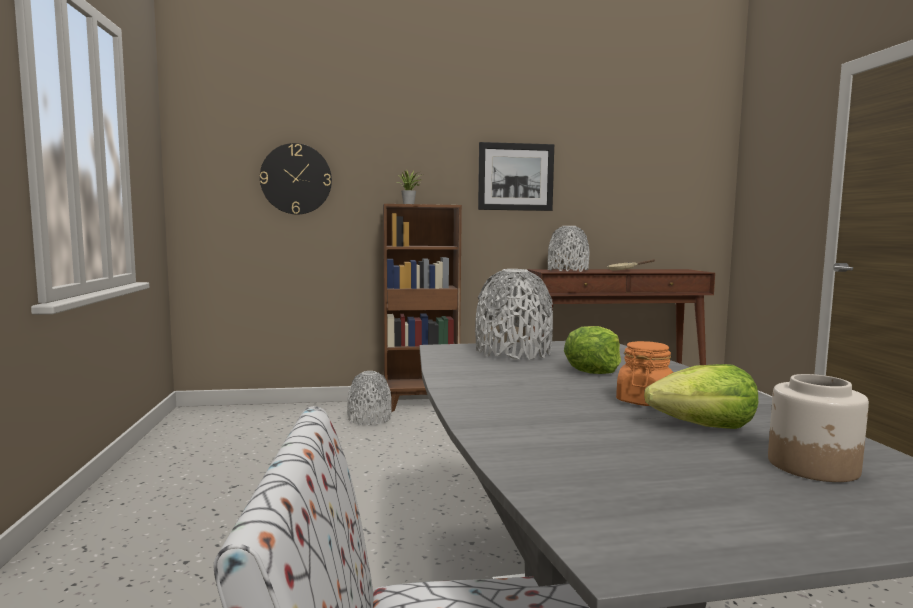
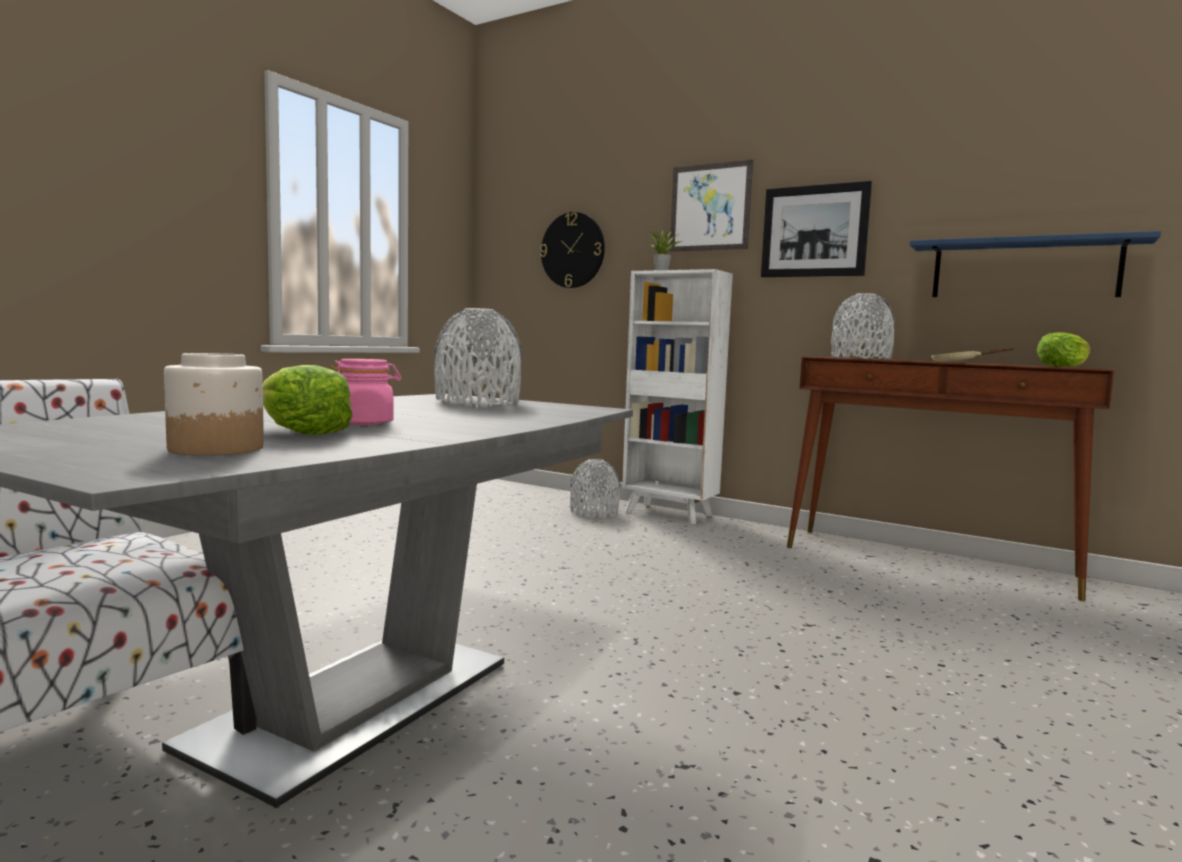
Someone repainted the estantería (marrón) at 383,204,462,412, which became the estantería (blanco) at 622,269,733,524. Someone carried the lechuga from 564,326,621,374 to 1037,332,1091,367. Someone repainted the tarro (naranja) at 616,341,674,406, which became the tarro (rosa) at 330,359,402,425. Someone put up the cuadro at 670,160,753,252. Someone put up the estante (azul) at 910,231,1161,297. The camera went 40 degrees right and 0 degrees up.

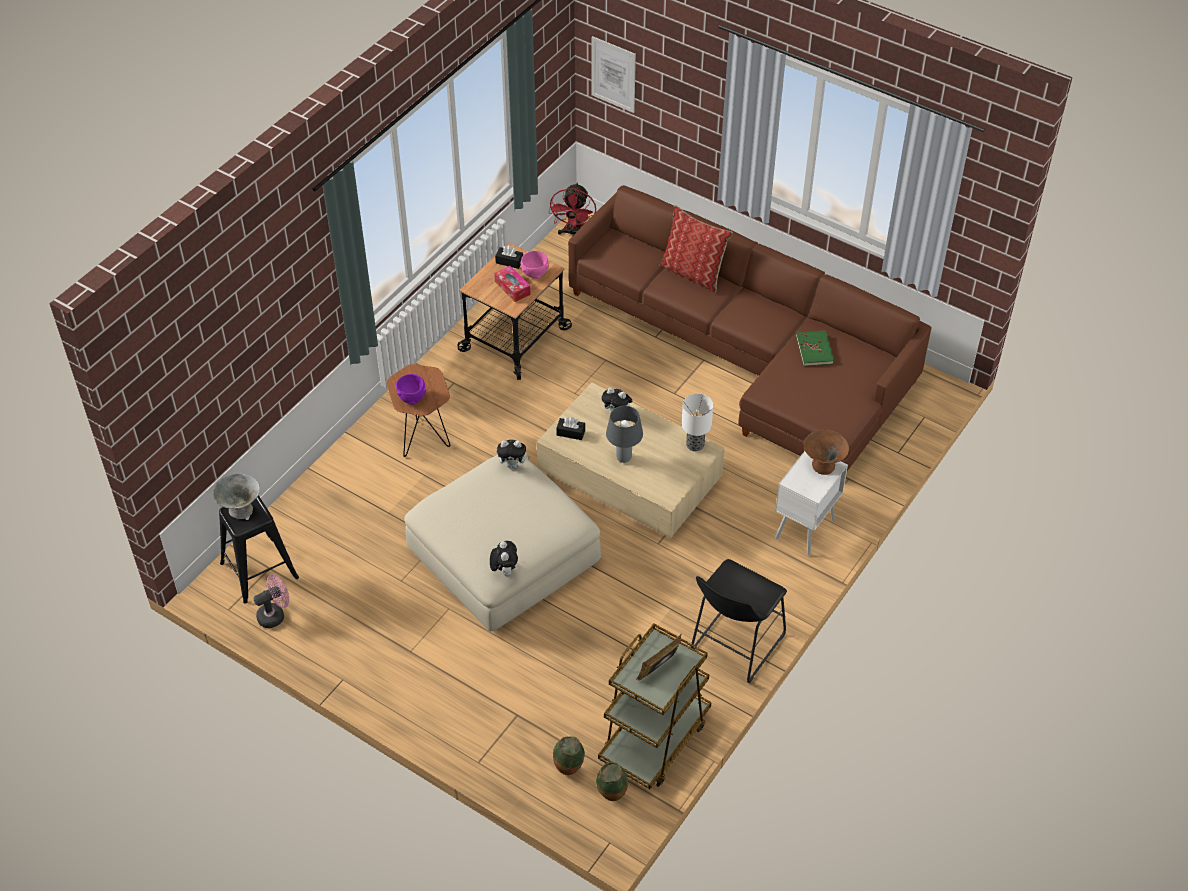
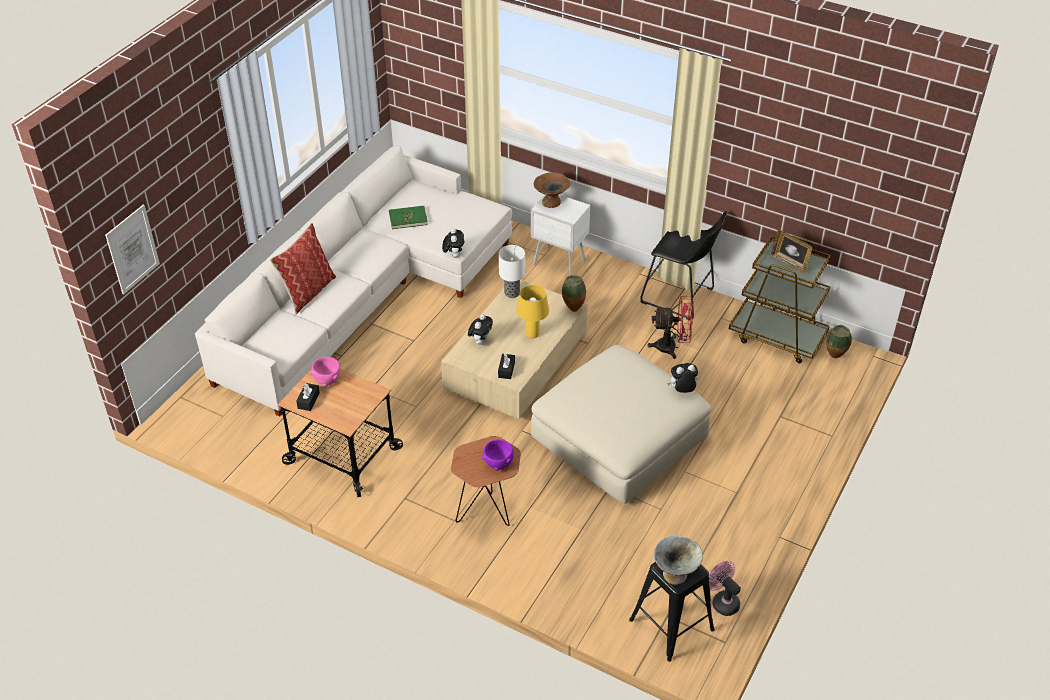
Someone carried the ventilador (rojo) from 549,183,596,235 to 647,296,693,359. Someone repainted the sofá (marrón) at 568,185,932,471, which became the sofá (blanco) at 195,145,512,417. Someone took away the caja de pañuelos at 494,266,531,302. Someone repainted the lámpara de mesa (gris) at 606,406,643,463, which became the lámpara de mesa (amarillo) at 516,285,549,338. Someone carried the peluche from 497,440,531,468 to 442,228,464,258. Someone carried the florero from 553,737,585,775 to 562,275,586,312. The camera went 95 degrees left and 5 degrees down.

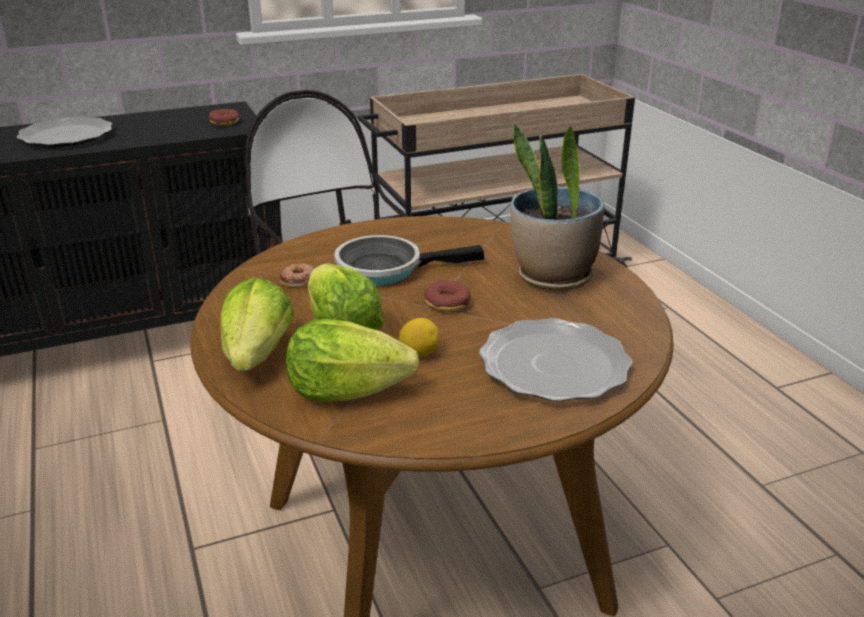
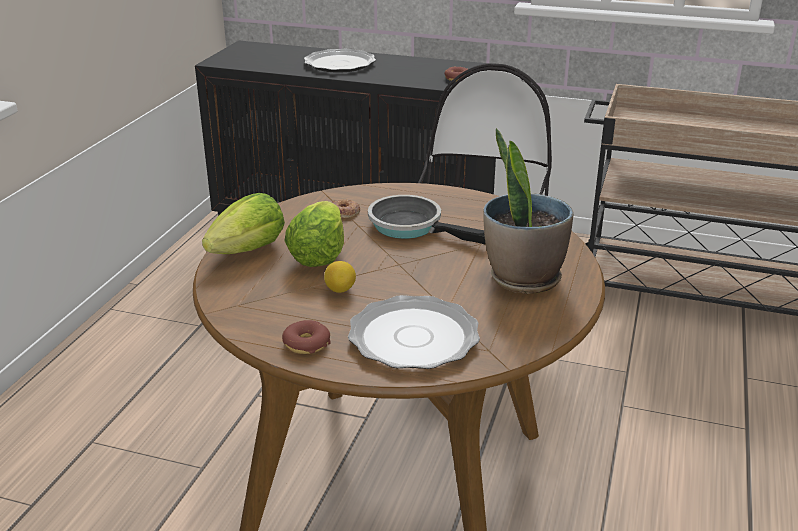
Someone carried the rosquilla from 424,280,471,312 to 282,320,331,354. Someone took away the lechuga at 286,319,419,402. The camera went 40 degrees right and 0 degrees up.

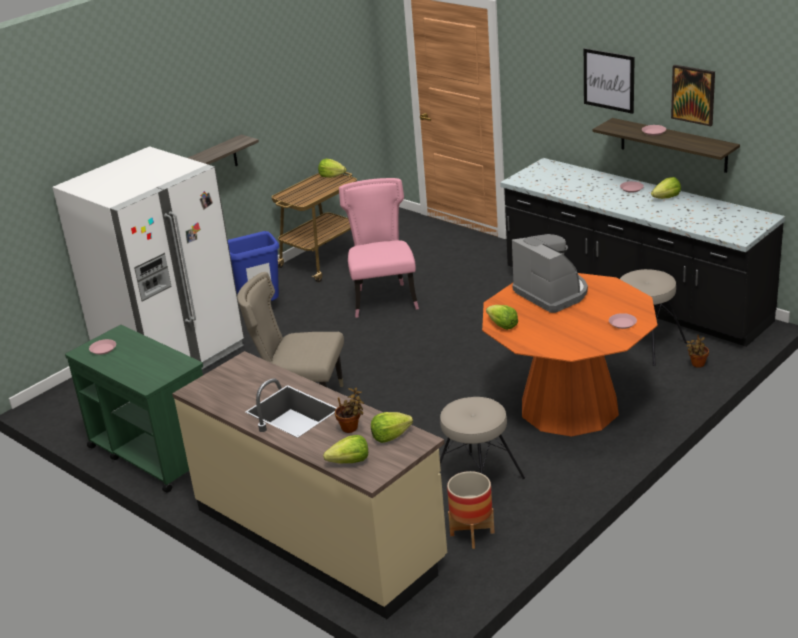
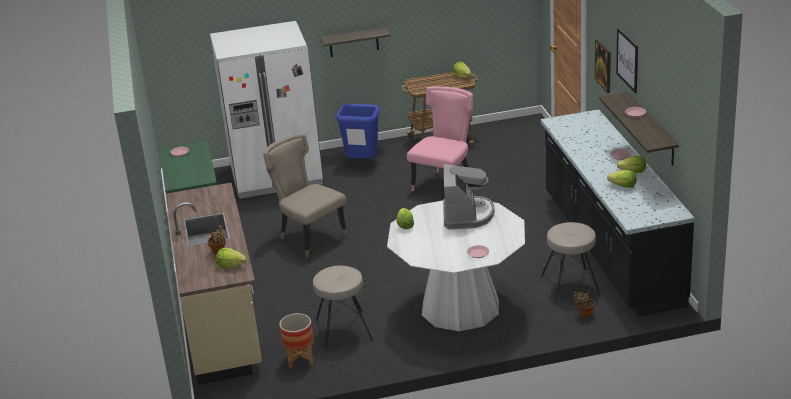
Someone carried the cuadro from 671,65,715,126 to 595,39,611,93. Someone repainted the mesa de comedor (naranja) at 482,273,658,437, which became the mesa de comedor (blanco) at 387,200,525,331. Someone carried the lechuga from 323,435,368,463 to 607,170,637,188. The camera went 35 degrees right and 0 degrees up.

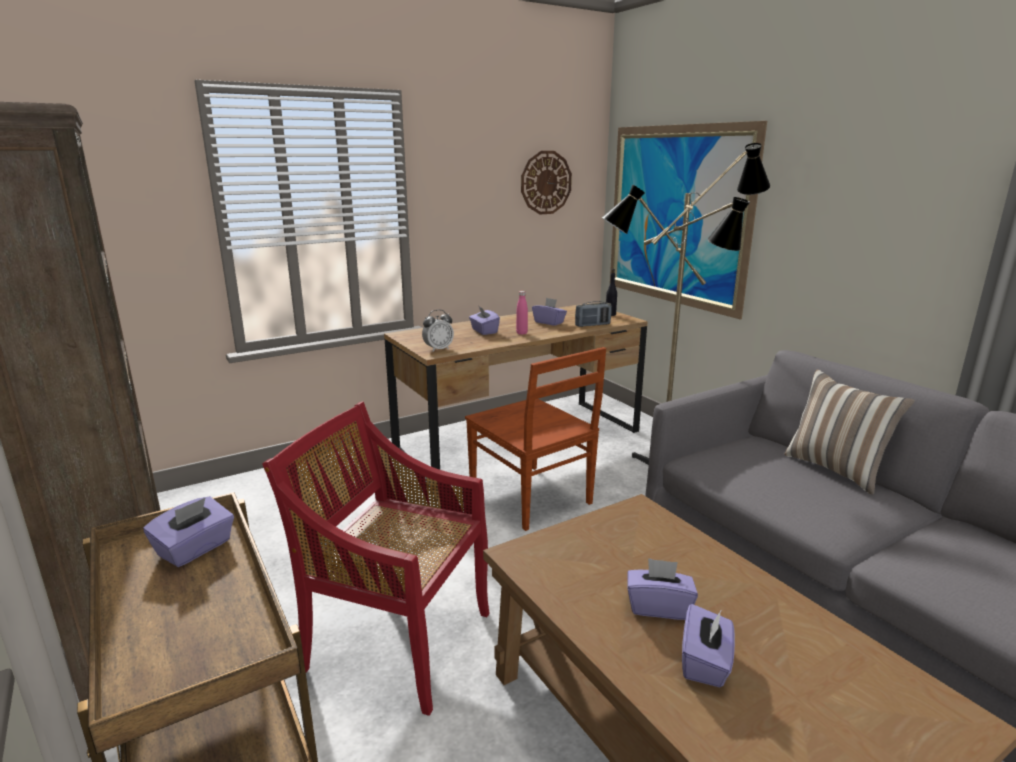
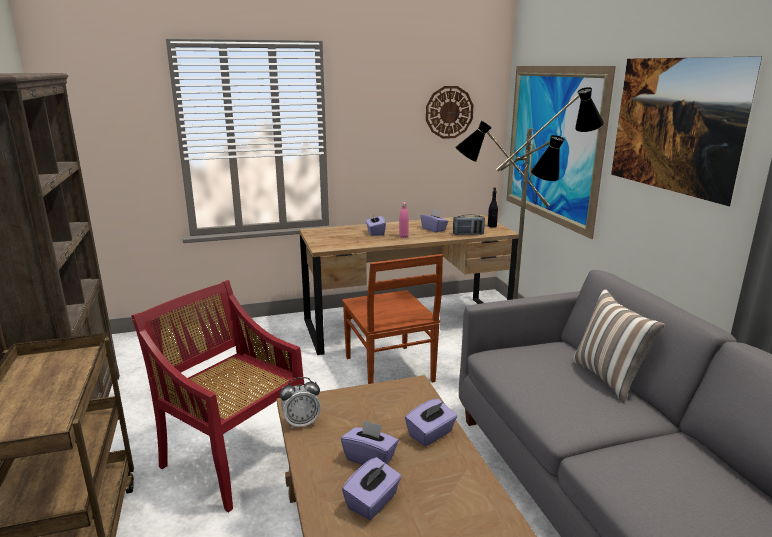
Someone carried the despertador from 422,310,454,352 to 280,377,321,429. Someone carried the caja de pañuelos (morado) from 144,496,234,567 to 405,399,457,446. Someone put up the cuadro at 611,56,762,207. The camera went 15 degrees right and 0 degrees up.

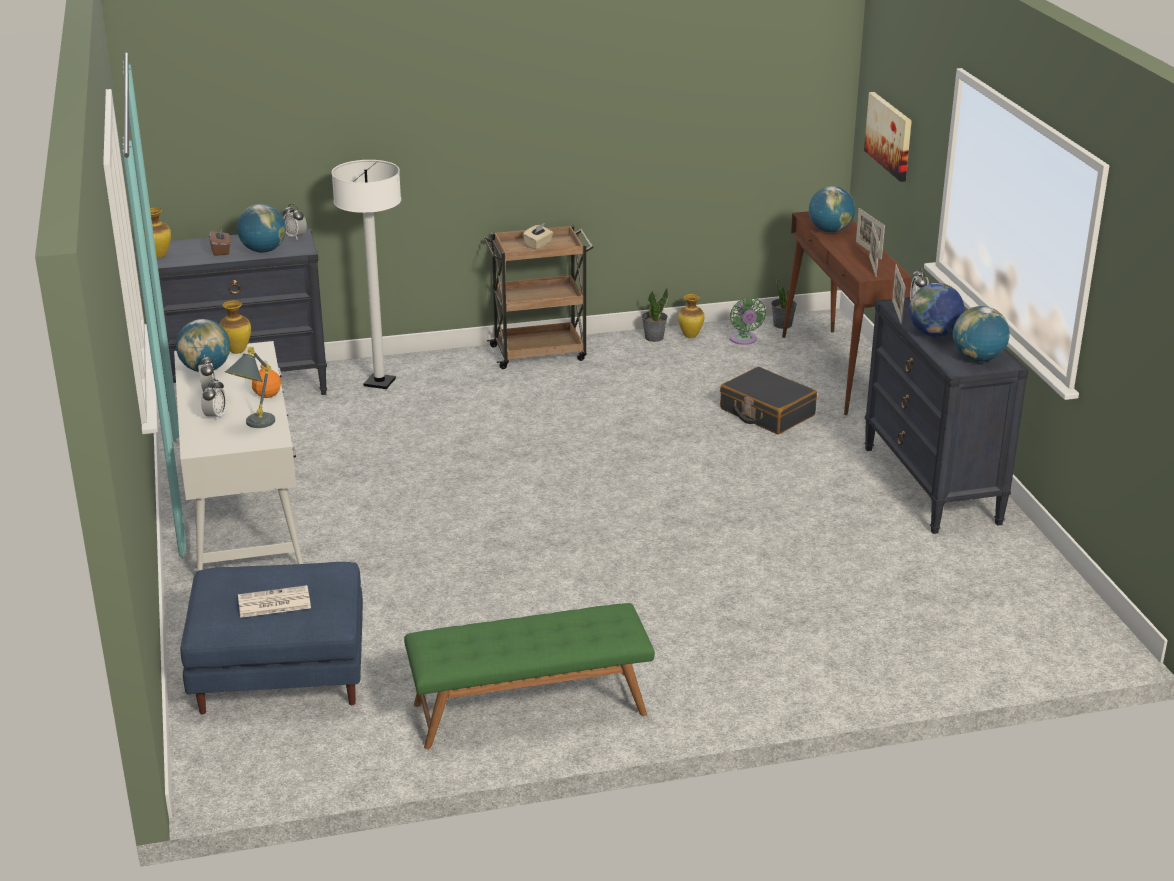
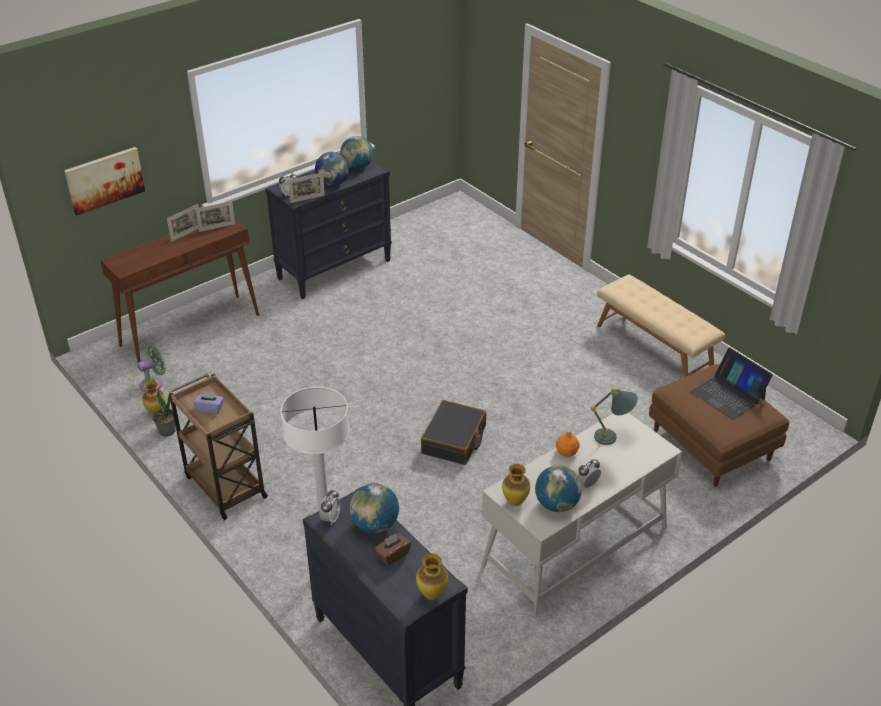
Someone took away the globo terráqueo at 809,186,855,233. Someone repainted the caja de pañuelos (beis) at 523,224,553,250, which became the caja de pañuelos (morado) at 193,391,224,414. Someone took away the planta en maceta at 771,276,797,329. Someone carried the maleta (negro) from 720,367,817,434 to 421,400,486,465. Someone took away the despertador at 201,378,227,421. Someone repainted the puf (azul) at 180,562,363,714, which became the puf (marrón) at 649,364,789,487. Someone swapped the periódico at 238,585,311,618 for the portátil at 691,348,773,420. Someone repainted the banco (verde) at 404,603,655,749, which became the banco (beis) at 597,274,725,377. The camera went 115 degrees left and 10 degrees up.

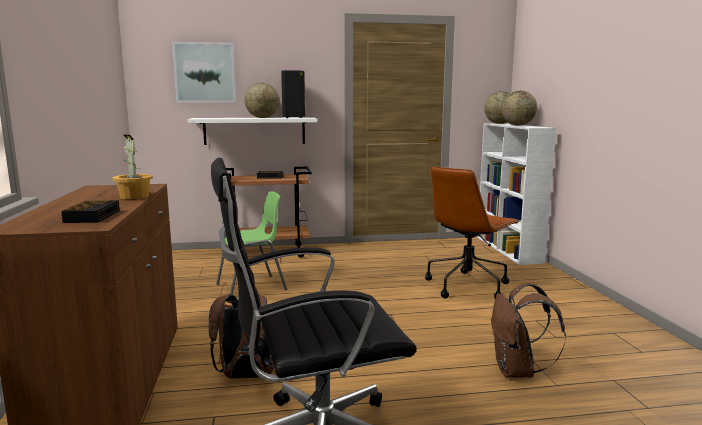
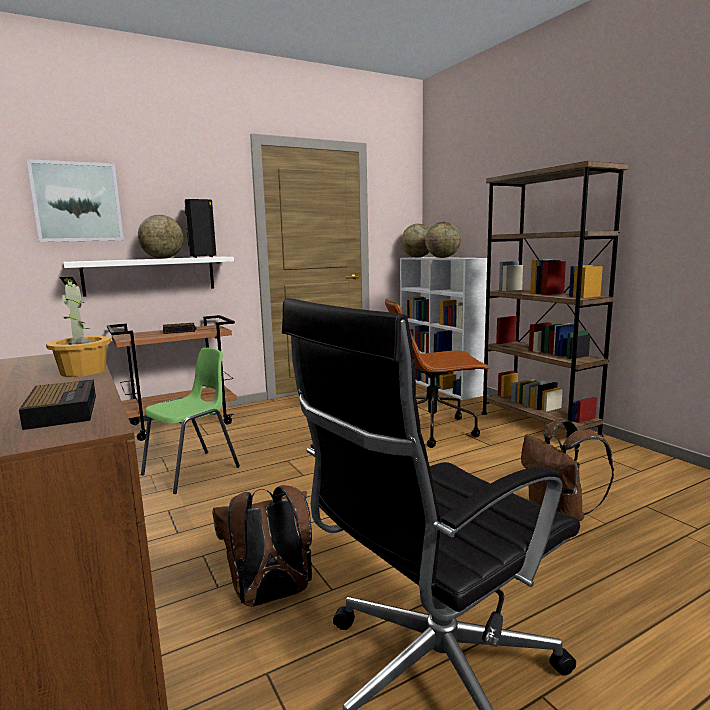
Someone rotated the silla de oficina (marrón) at 425,166,520,299 by 60 degrees clockwise. Someone put down the estantería (marrón) at 481,161,628,439. The camera went 20 degrees left and 0 degrees up.

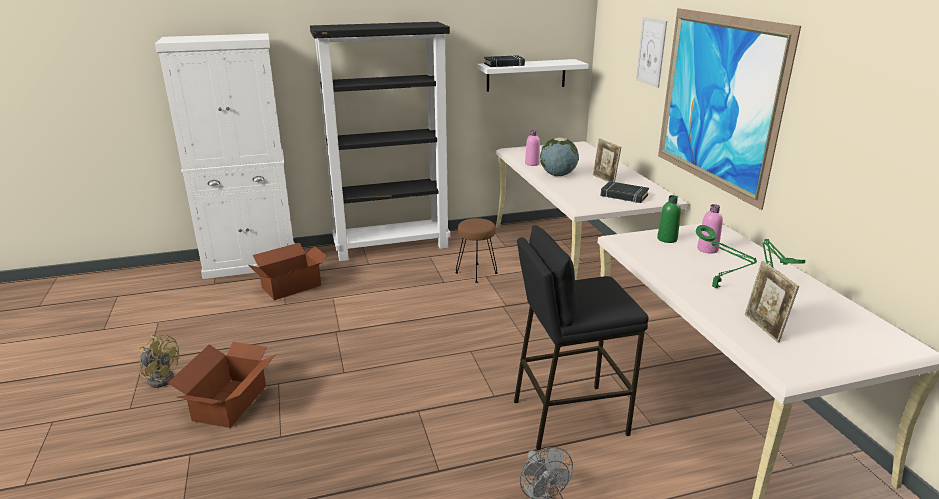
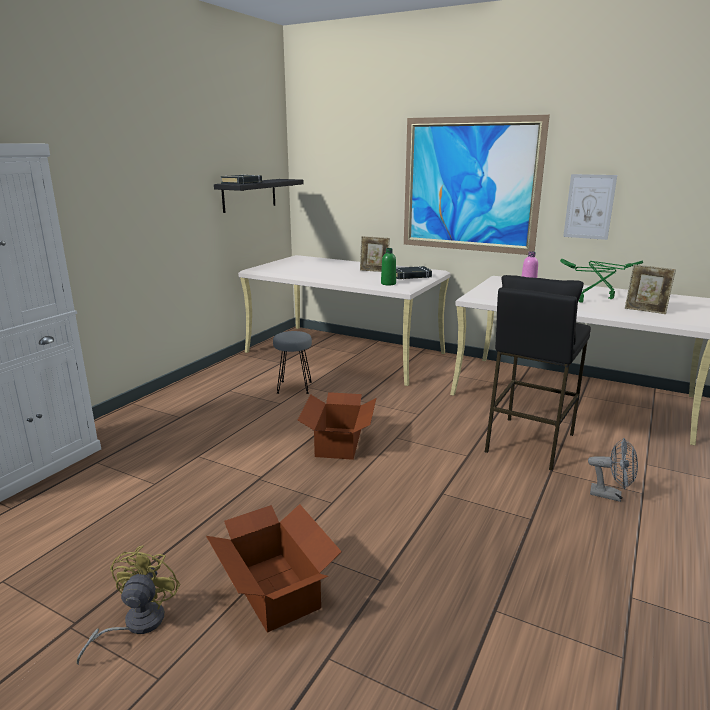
Someone carried the cuadro from 636,17,667,88 to 563,174,617,240. Someone took away the estantería (negro) at 310,22,451,261. Someone repainted the estante (blanco) at 477,59,589,92, which became the estante (negro) at 214,179,304,213. Someone took away the botella (rosa) at 525,130,540,166. Someone took away the globo terráqueo at 540,138,579,176. Someone carried the botella (verde) from 657,195,681,243 to 381,248,396,285. Someone repainted the taburete (marrón) at 455,218,498,283, which became the taburete (gris) at 273,331,312,394. Someone carried the caja de cartón from 248,242,327,300 to 298,392,376,460. Someone rotated the ventilador (amarillo) at 138,334,180,388 by 60 degrees counterclockwise. The camera went 45 degrees left and 5 degrees down.

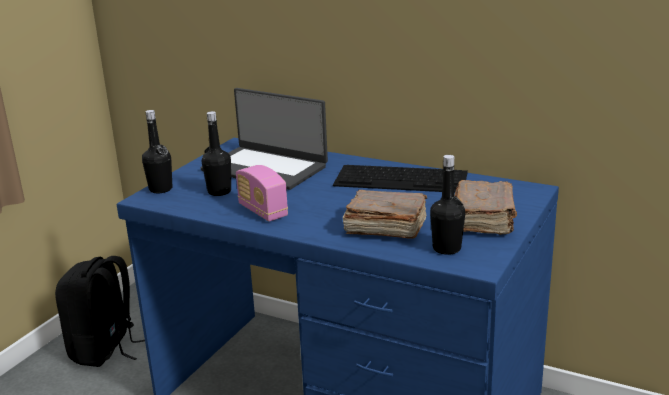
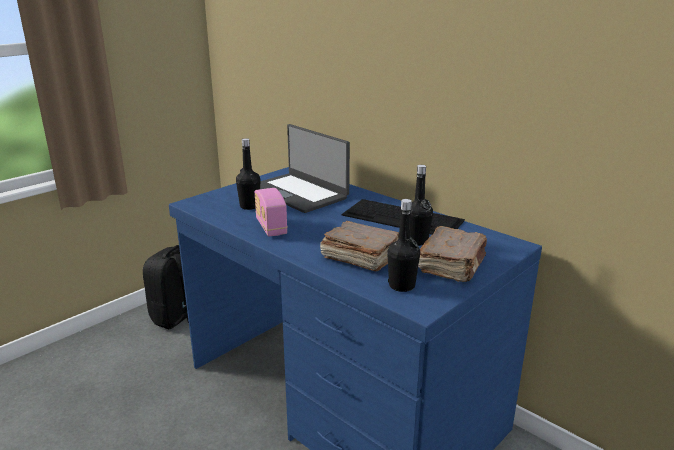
Someone carried the botella (negro) from 142,110,172,193 to 410,165,433,246. The camera went 15 degrees right and 0 degrees up.

